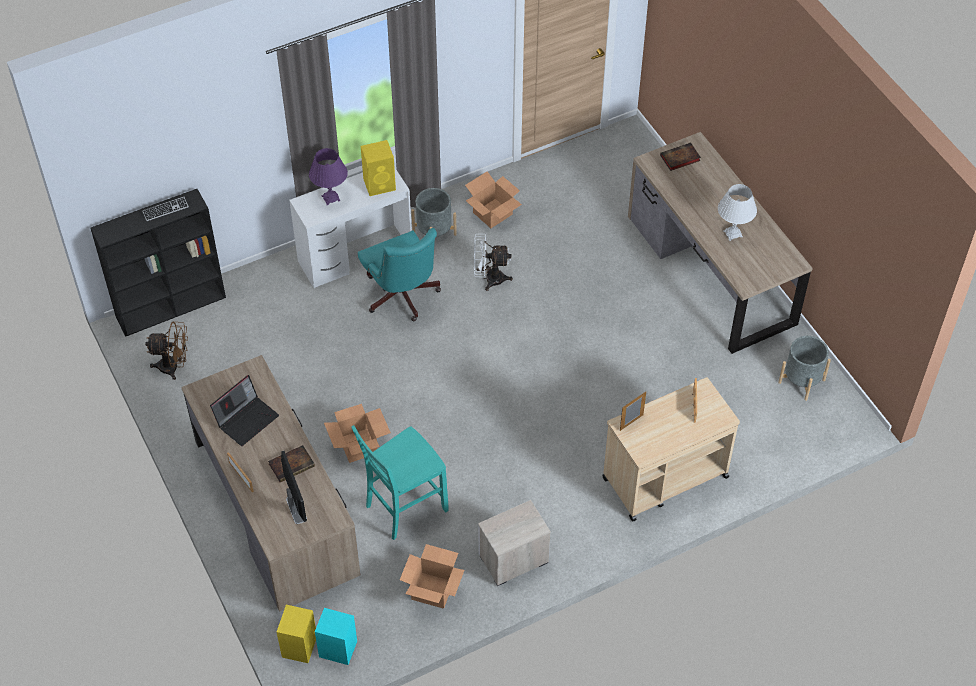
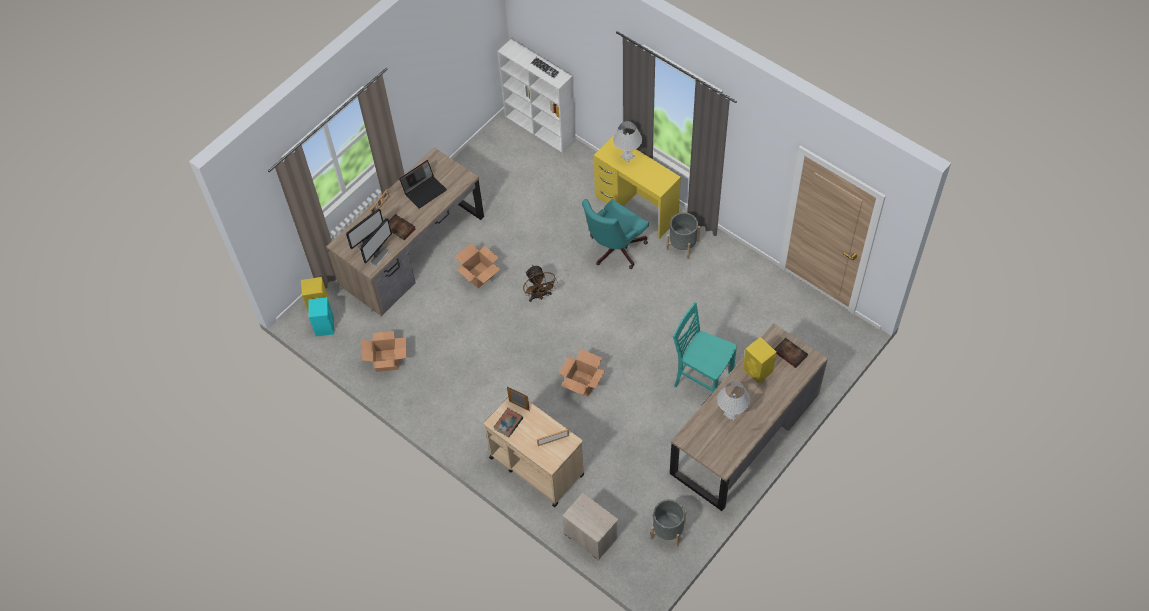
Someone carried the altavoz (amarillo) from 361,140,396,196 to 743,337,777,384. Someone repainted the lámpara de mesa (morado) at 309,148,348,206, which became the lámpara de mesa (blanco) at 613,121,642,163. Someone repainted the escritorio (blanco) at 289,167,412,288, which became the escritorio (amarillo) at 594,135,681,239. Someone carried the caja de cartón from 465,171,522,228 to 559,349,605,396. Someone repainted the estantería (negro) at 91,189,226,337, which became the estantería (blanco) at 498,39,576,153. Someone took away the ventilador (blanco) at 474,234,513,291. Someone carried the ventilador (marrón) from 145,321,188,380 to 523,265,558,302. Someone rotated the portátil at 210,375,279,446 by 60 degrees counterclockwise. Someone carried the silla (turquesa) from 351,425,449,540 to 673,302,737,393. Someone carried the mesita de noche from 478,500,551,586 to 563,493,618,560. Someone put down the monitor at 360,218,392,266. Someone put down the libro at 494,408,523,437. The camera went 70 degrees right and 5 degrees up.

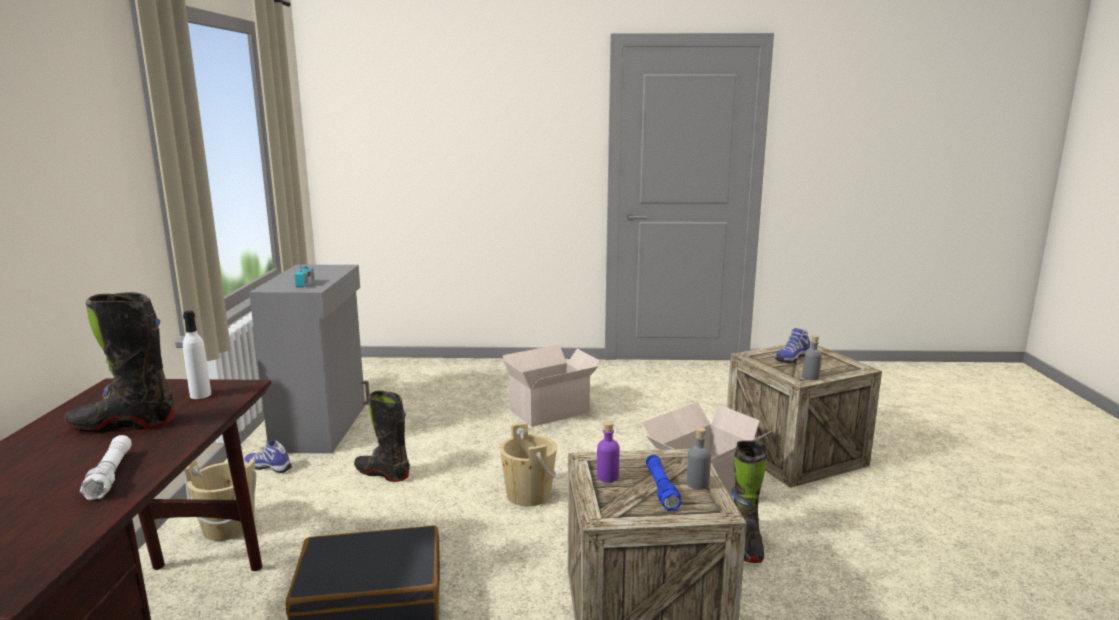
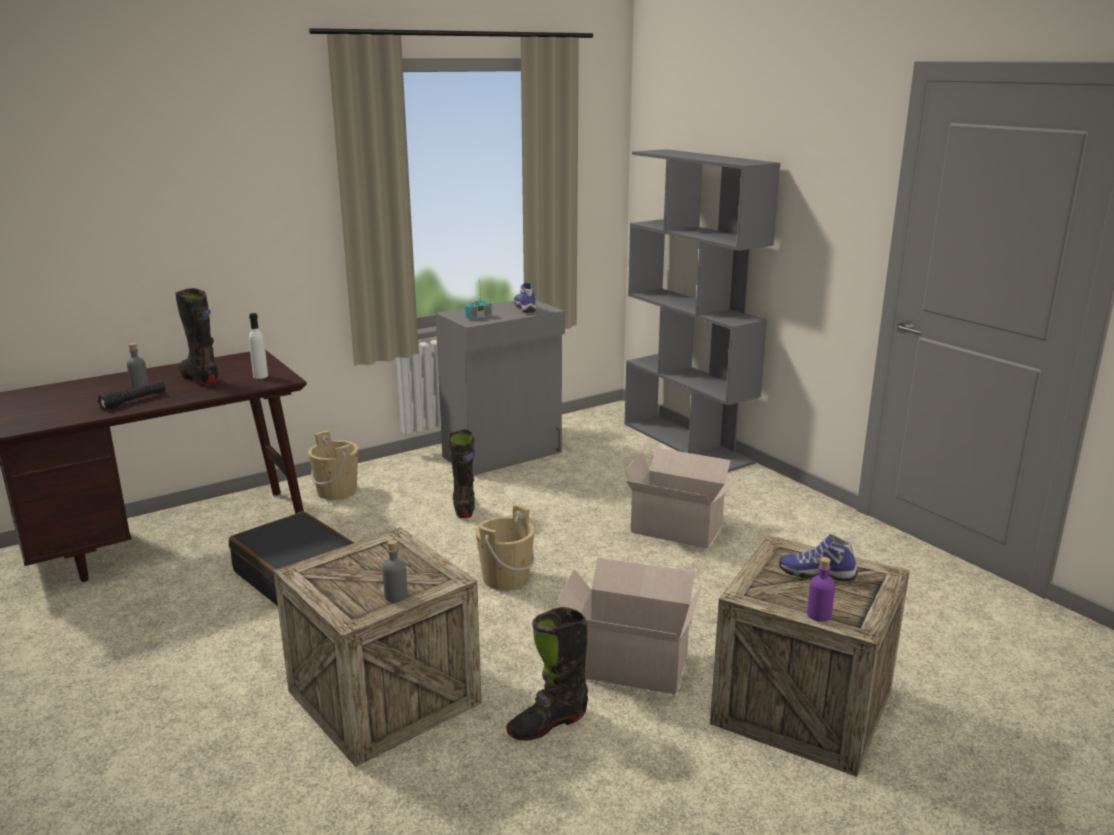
Someone carried the botella (gris) from 802,335,822,380 to 127,343,149,389. Someone carried the botella (morado) from 597,421,619,482 to 807,557,835,622. Someone repainted the linterna (blanco) at 80,435,132,500, which became the linterna (negro) at 97,381,165,410. Someone carried the zapato from 245,440,292,473 to 514,283,536,313. Someone took away the linterna (azul) at 646,455,682,511. Someone put down the estantería (gris) at 624,149,780,472. The camera went 55 degrees right and 5 degrees up.

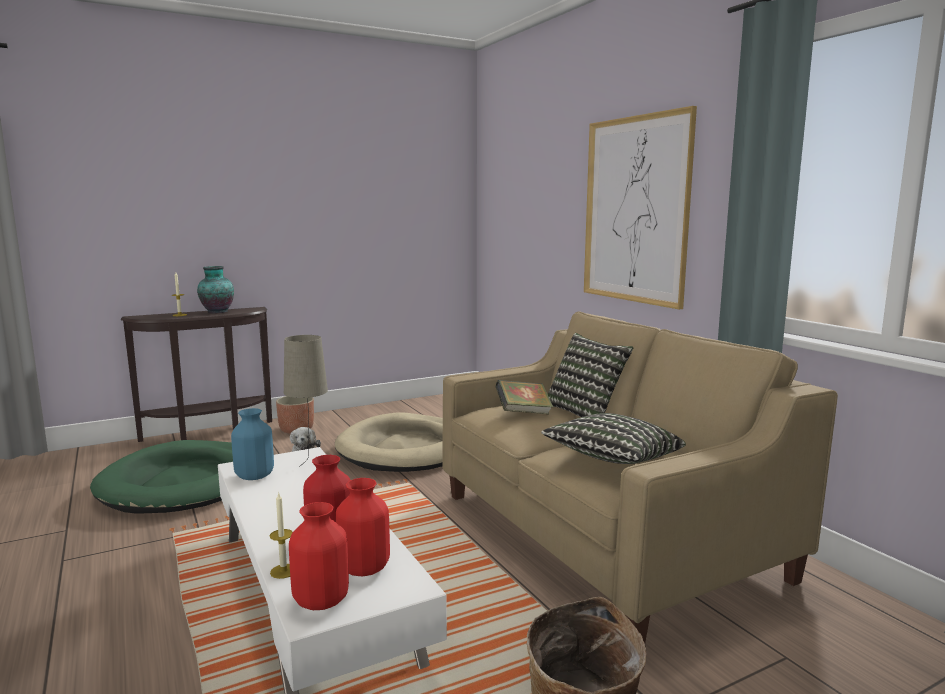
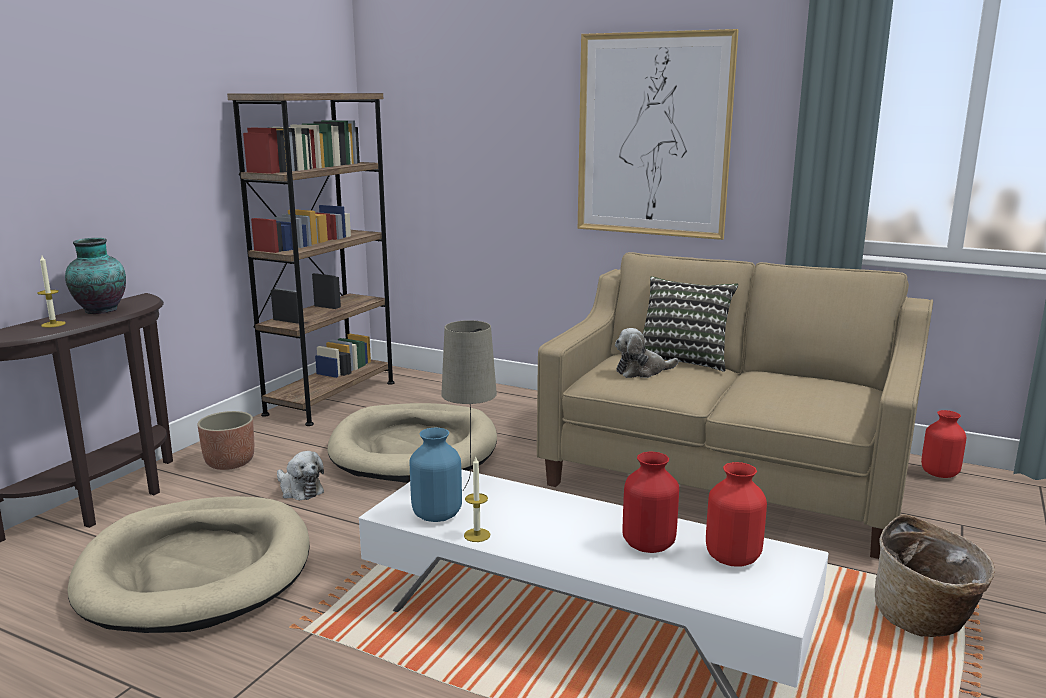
Someone swapped the libro at 495,380,553,414 for the peluche at 615,328,679,378. Someone took away the cojín at 541,413,686,464. Someone repainted the cama para perro (verde) at 90,440,233,514, which became the cama para perro (beis) at 67,496,310,633. Someone carried the vela from 270,492,293,579 to 464,457,490,542. Someone carried the florero (rojo) from 289,502,349,610 to 921,410,966,478. Someone put down the estantería (marrón) at 227,93,395,426. The camera went 35 degrees left and 5 degrees up.

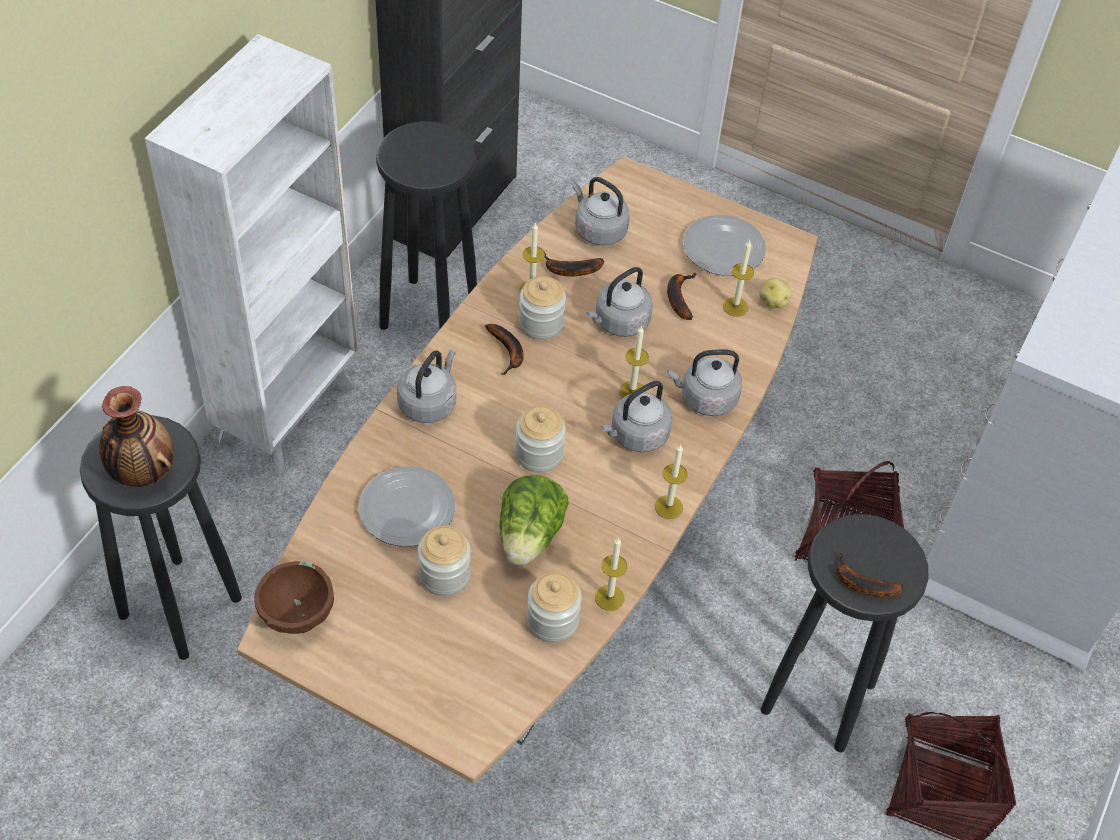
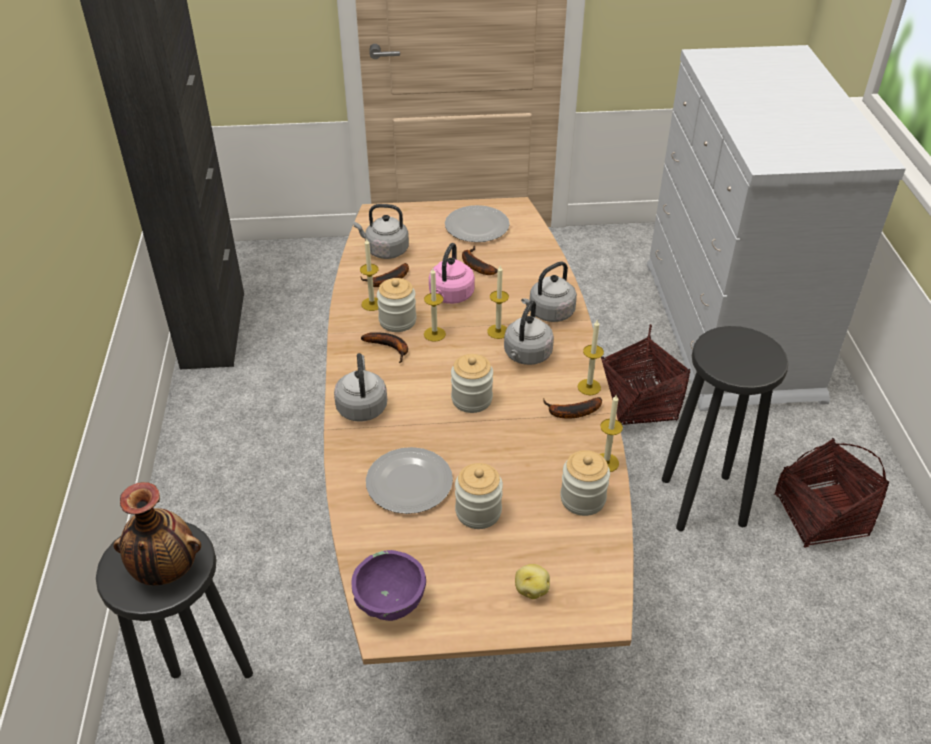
Someone took away the estantería (blanco) at 144,34,358,474. Someone took away the taburete (negro) at 376,121,477,330. Someone carried the vela from 723,240,754,317 to 424,268,446,342. Someone repainted the hervidor (gris) at 586,267,653,337, which became the hervidor (rosa) at 429,243,475,304. Someone carried the patata from 760,278,792,309 to 515,564,550,599. Someone took away the lechuga at 500,475,569,566. Someone carried the plátano from 837,551,904,597 to 543,397,602,419. Someone repainted the cuenco (marrón) at 254,561,334,634, which became the cuenco (morado) at 352,550,426,621. The camera went 30 degrees left and 10 degrees down.

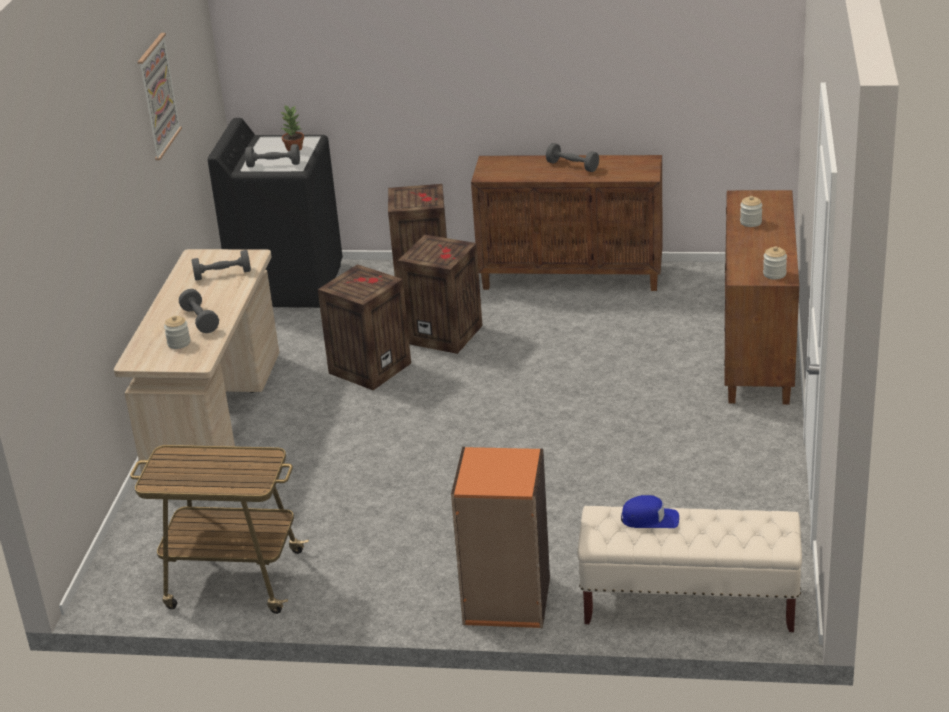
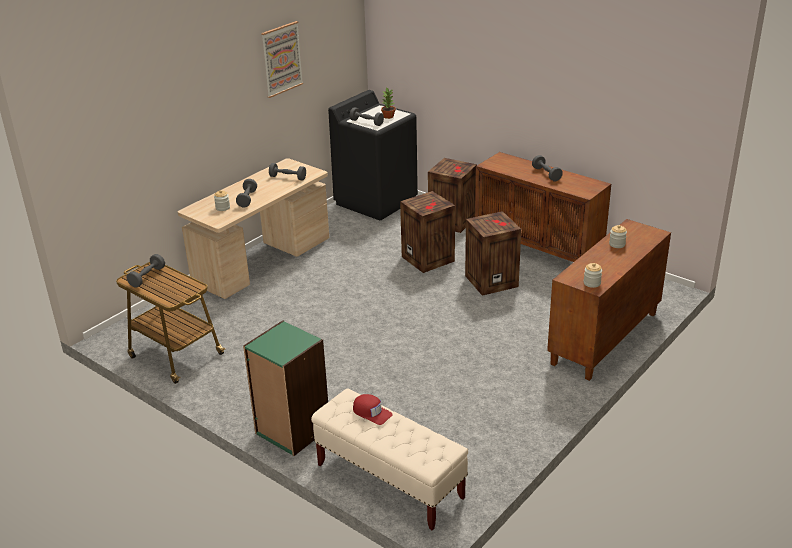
Someone carried the caja de embalaje from 318,264,411,390 to 465,211,521,296. Someone repainted the estantería (naranja) at 451,447,550,628, which became the estantería (verde) at 243,320,328,456. Someone repainted the gorra (azul) at 621,495,679,528, which became the gorra (rojo) at 353,394,393,425. Someone put down the mancuerna (gris) at 127,254,165,287. The camera went 30 degrees right and 0 degrees up.

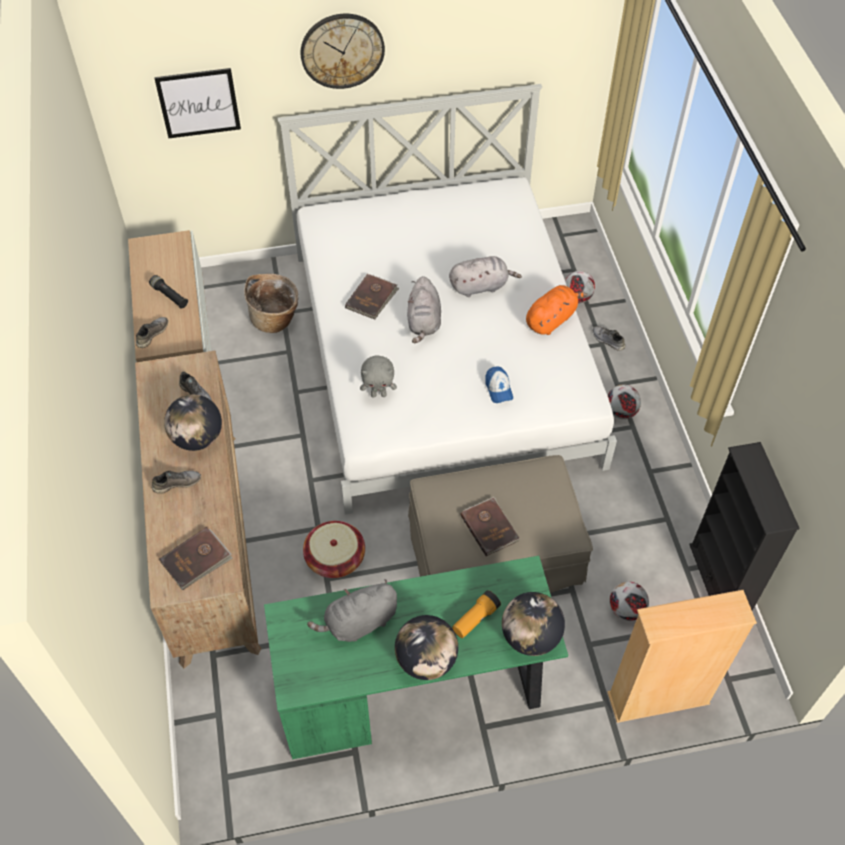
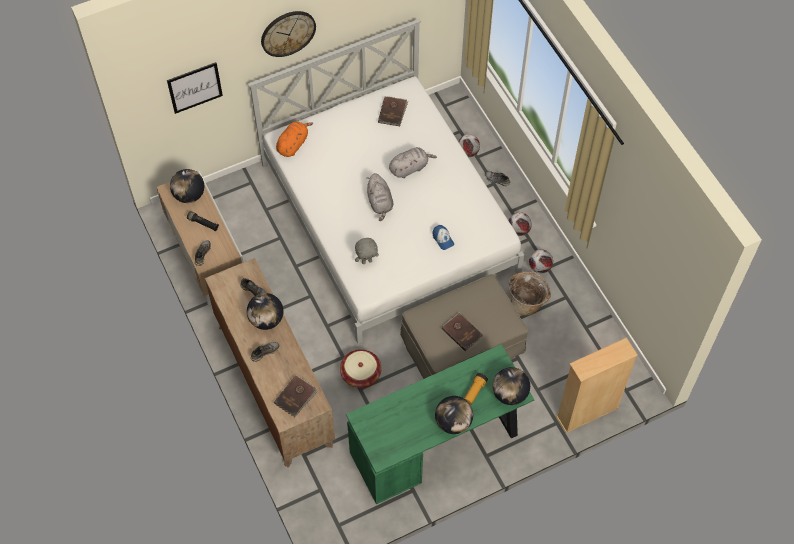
Someone carried the cesta from 244,274,298,333 to 508,272,551,315. Someone carried the libro (marrón) from 345,274,399,320 to 378,97,408,126. Someone carried the peluche (naranja) from 526,285,588,335 to 276,121,313,157. Someone took away the estantería (negro) at 689,442,800,611. Someone took away the peluche (gris) at 307,579,397,642. Someone carried the balón de fútbol from 610,582,649,621 to 529,249,553,273. Someone put down the globo terráqueo at 170,169,204,203. The camera went 15 degrees left and 5 degrees up.

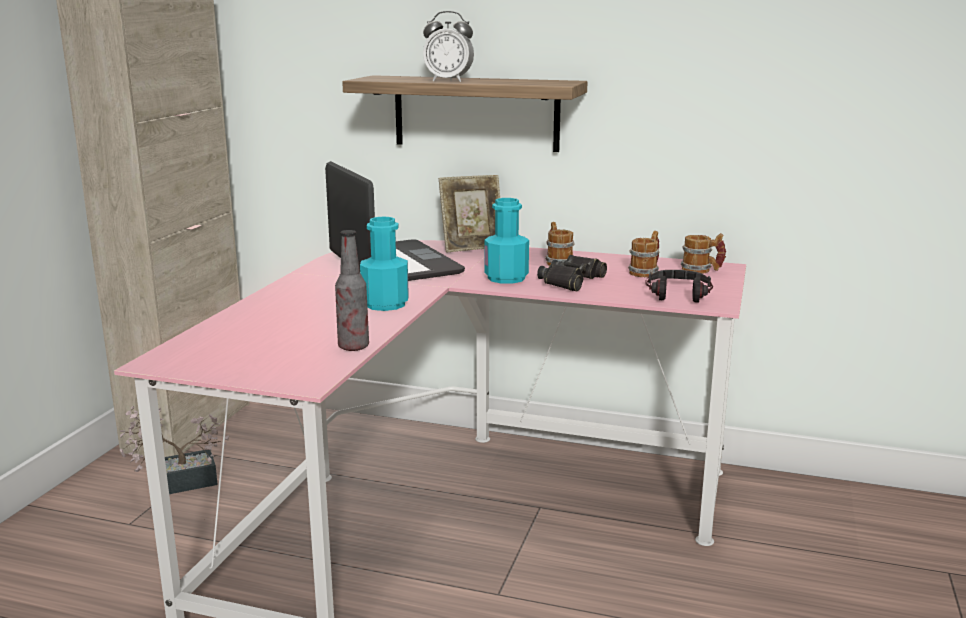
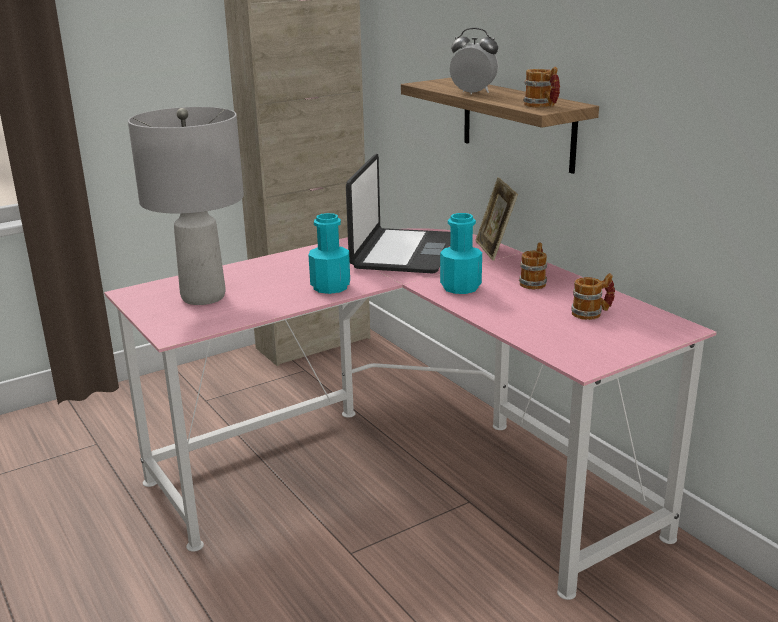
Someone rotated the despertador at 423,11,474,82 by 150 degrees clockwise. Someone rotated the portarretratos at 439,175,500,253 by 60 degrees clockwise. Someone took away the botella at 335,230,369,351. Someone carried the taza grande from 681,233,726,274 to 523,67,560,108. Someone took away the prismáticos (negro) at 537,255,607,291. Someone took away the auriculares at 645,270,713,303. Someone took away the planta en maceta at 120,406,229,494. Someone put down the lámpara de mesa (gris) at 128,107,244,305. The camera went 40 degrees right and 5 degrees up.

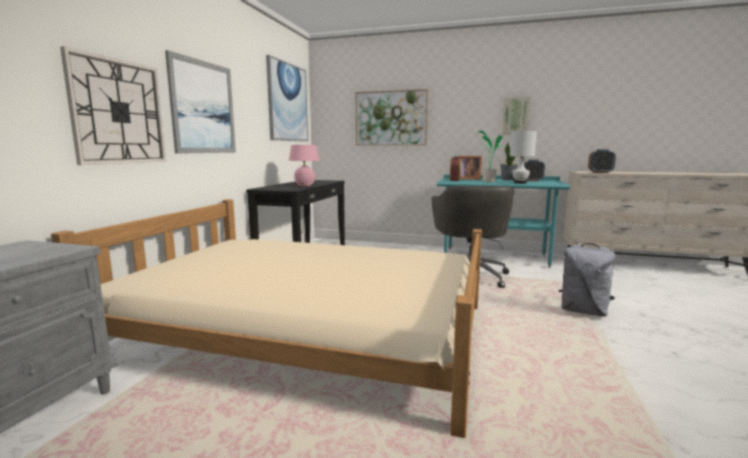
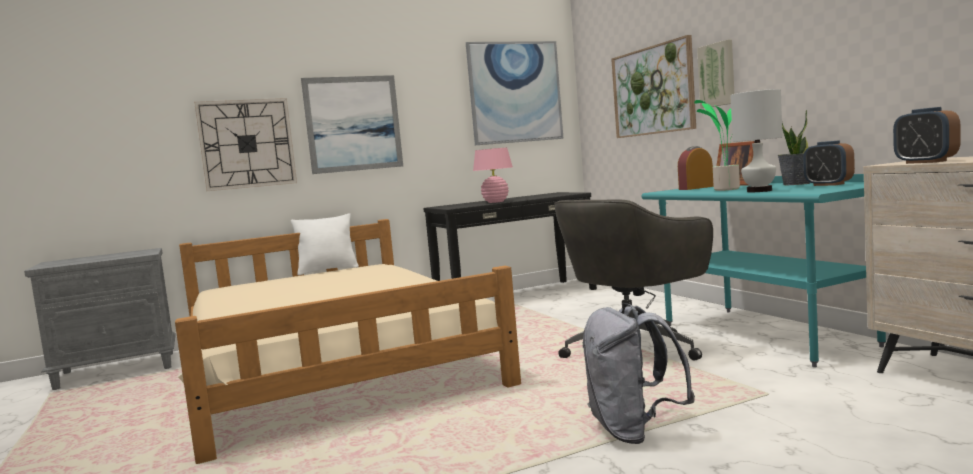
Someone carried the cuadro from 502,97,531,135 to 697,40,734,108. Someone put down the cojín (blanco) at 291,213,359,276. The camera went 50 degrees right and 5 degrees down.

